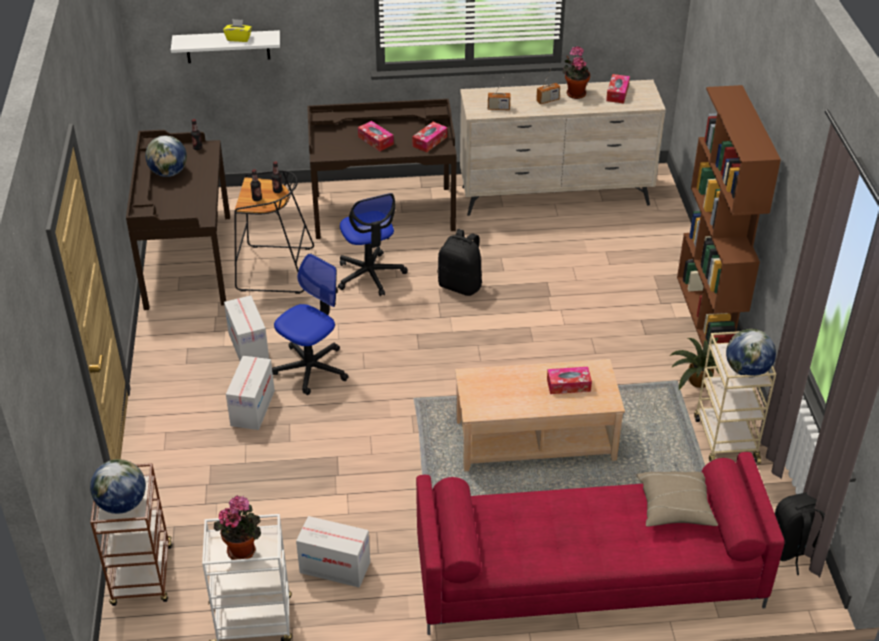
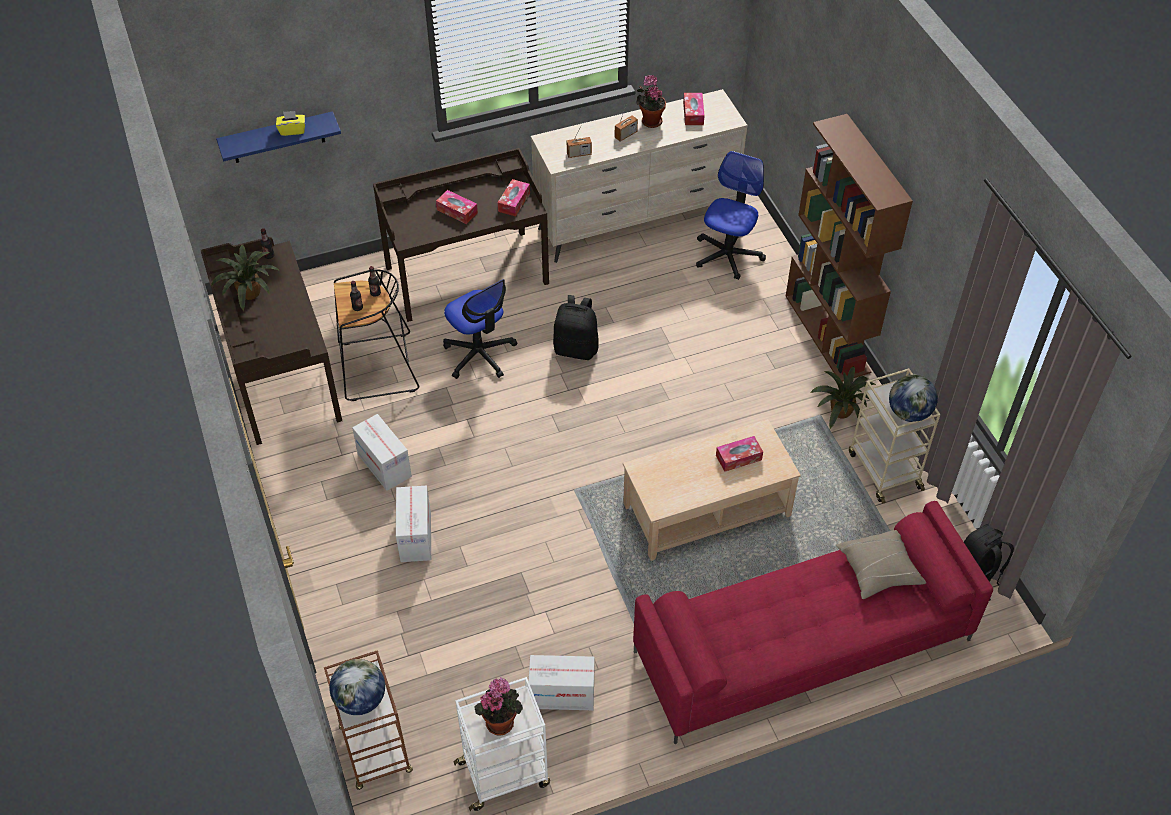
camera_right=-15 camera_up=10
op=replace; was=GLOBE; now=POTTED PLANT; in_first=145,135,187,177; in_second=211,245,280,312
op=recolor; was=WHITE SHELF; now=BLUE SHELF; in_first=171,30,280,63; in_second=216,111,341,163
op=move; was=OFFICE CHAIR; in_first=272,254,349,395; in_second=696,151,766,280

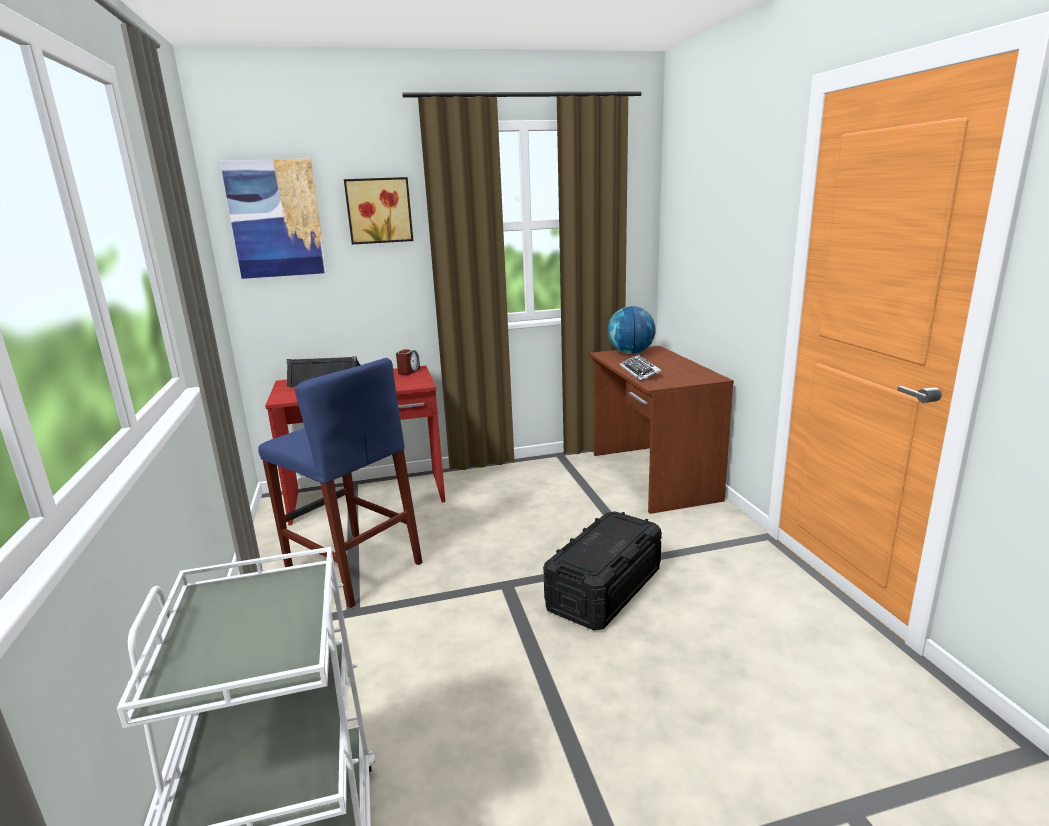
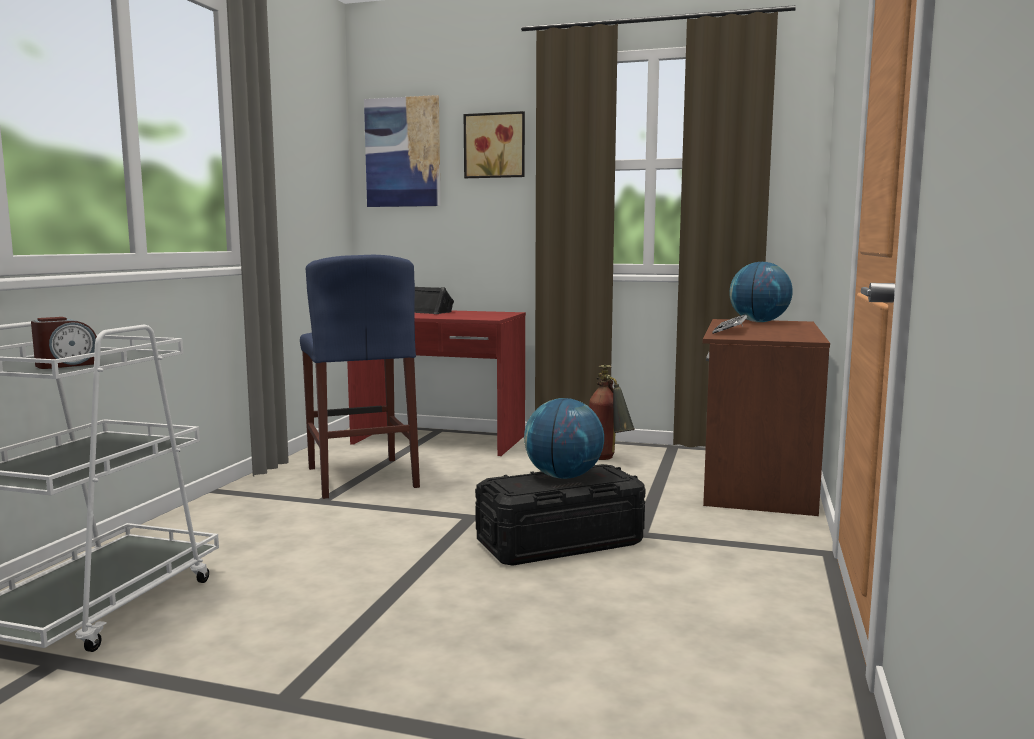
camera_right=30 camera_up=-10
op=move; was=ALARM CLOCK; in_first=396,350,420,375; in_second=31,317,97,369
op=insert; now=GLOBE; in_second=524,398,604,479
op=insert; now=FIRE EXTINGUISHER; in_second=589,364,635,460

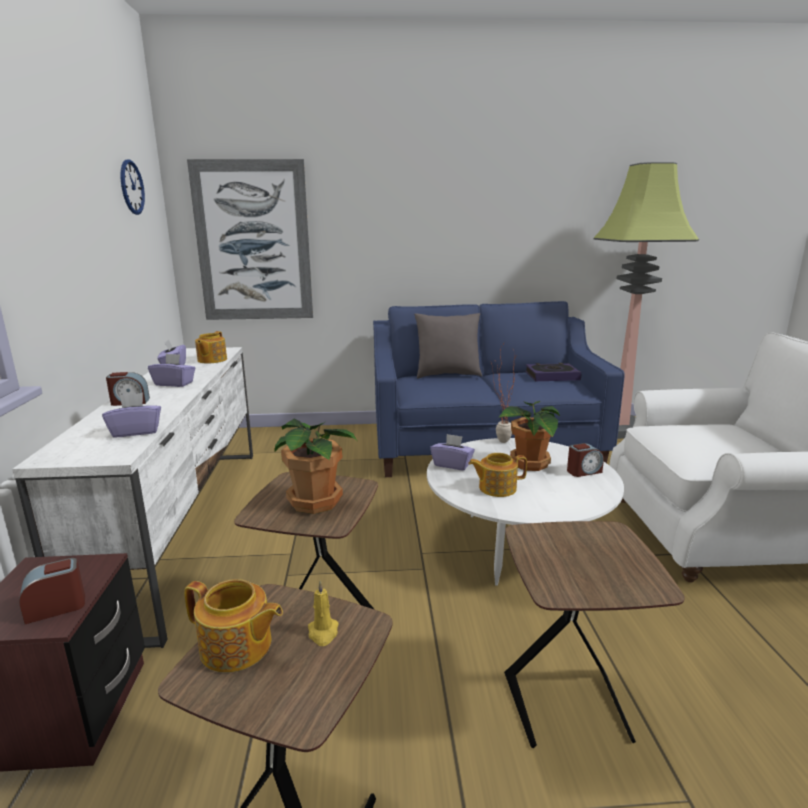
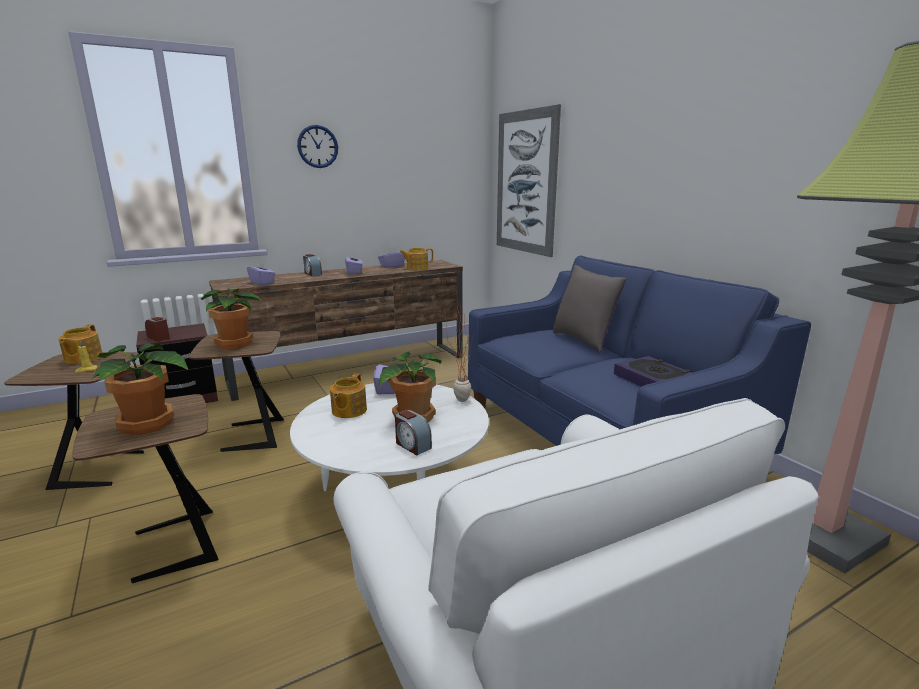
camera_right=65 camera_up=0
op=insert; now=POTTED PLANT; in_second=91,343,188,435
op=recolor; was=WHITE TV STAND; now=BROWN TV STAND; in_first=12,347,253,648; in_second=209,260,463,401
op=move; was=WALL CLOCK; in_first=120,159,145,215; in_second=297,125,338,168
op=rotate; was=TEAPOT; in_first=469,453,527,497; in_second=330,373,367,418; clockwise=-135

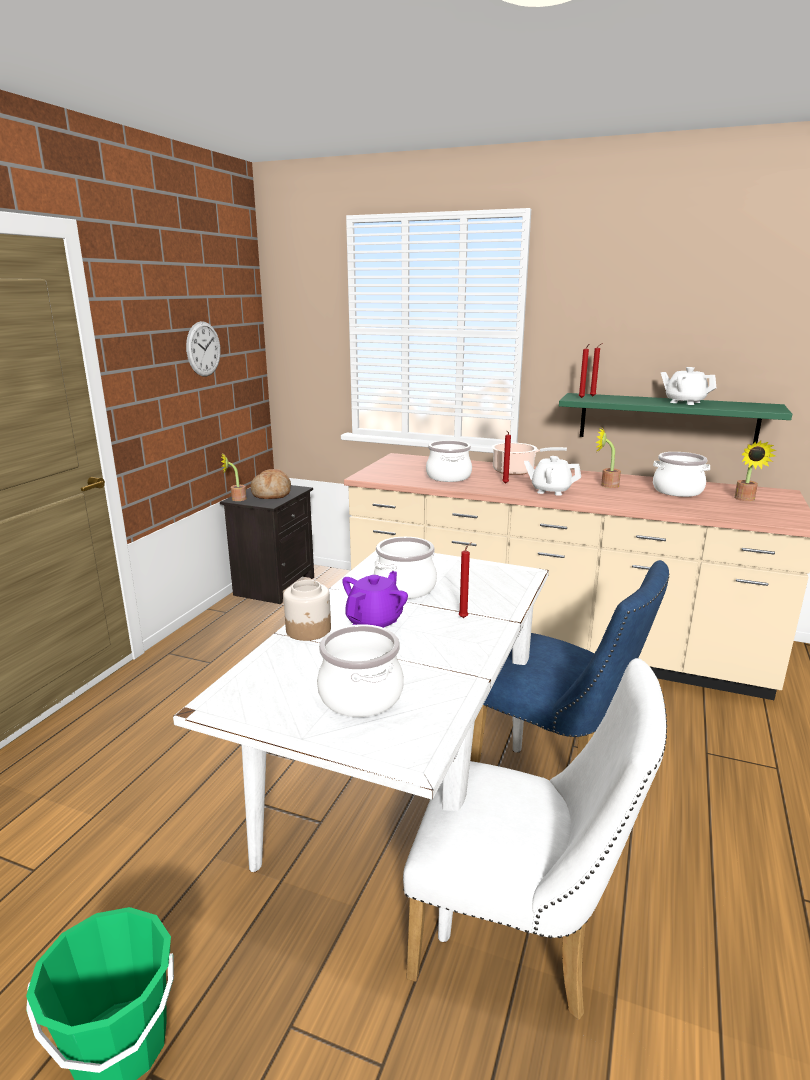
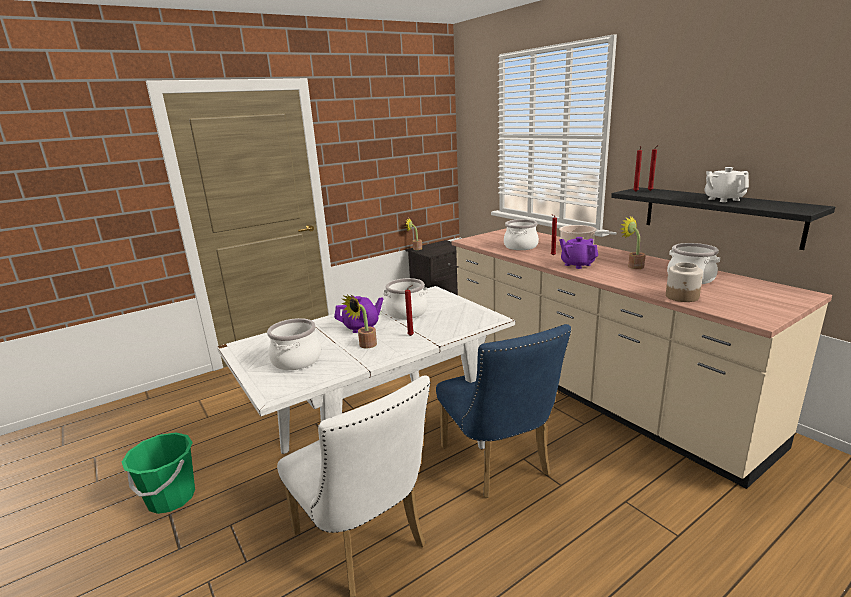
camera_right=35 camera_up=0
op=move; was=POTTED PLANT; in_first=734,441,776,501; in_second=342,294,377,349
op=recolor; was=WHITE TEAPOT; now=PURPLE TEAPOT; in_first=524,456,581,496; in_second=559,237,598,269
op=recolor; was=GREEN SHELF; now=BLACK SHELF; in_first=559,393,792,444; in_second=611,187,835,250
op=move; was=JAR; in_first=283,580,331,641; in_second=666,262,703,302
op=delete; was=WALL CLOCK; in_first=186,321,221,377
op=delete; was=BREAD; in_first=251,469,291,499

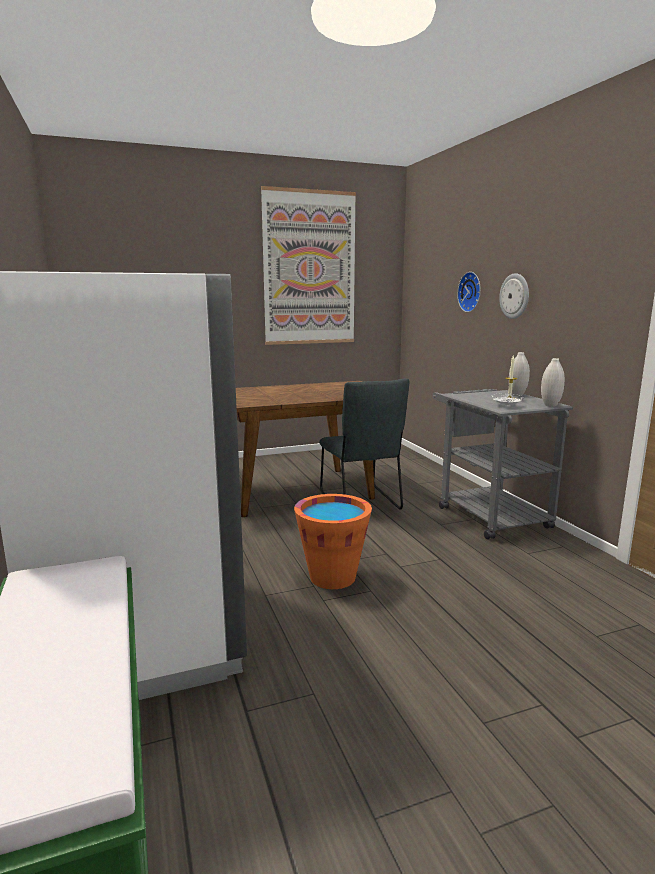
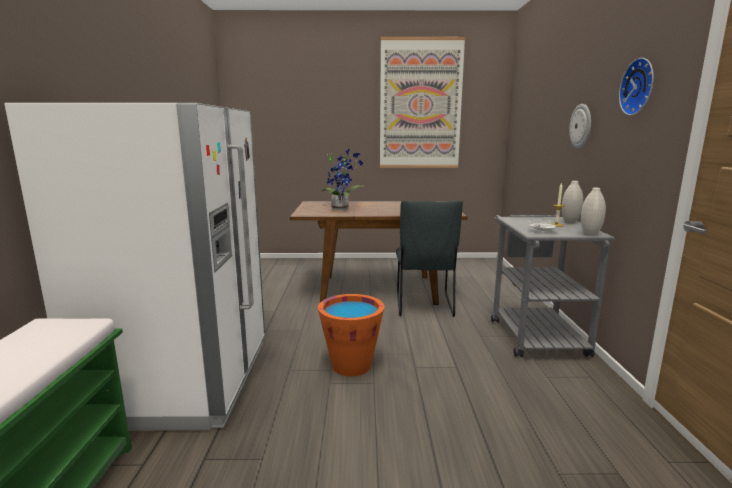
camera_right=20 camera_up=0
op=insert; now=POTTED PLANT; in_second=322,149,365,210
op=move; was=WALL CLOCK; in_first=457,272,481,312; in_second=619,58,654,116

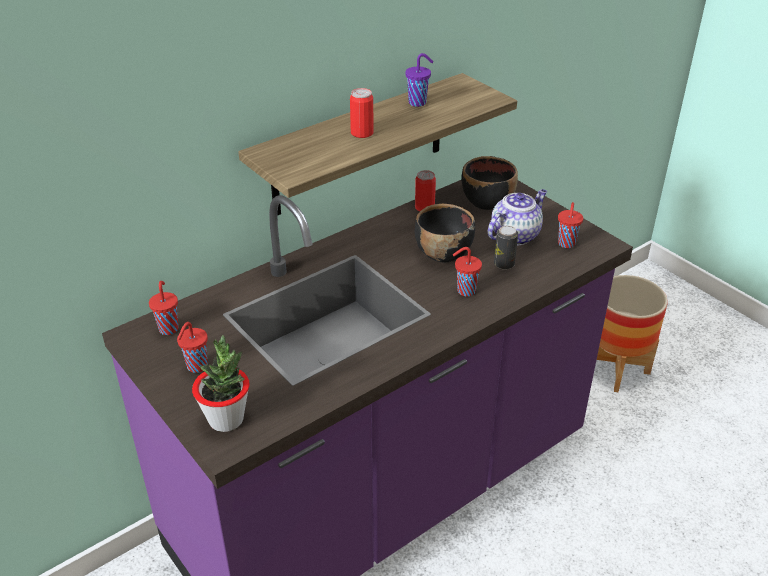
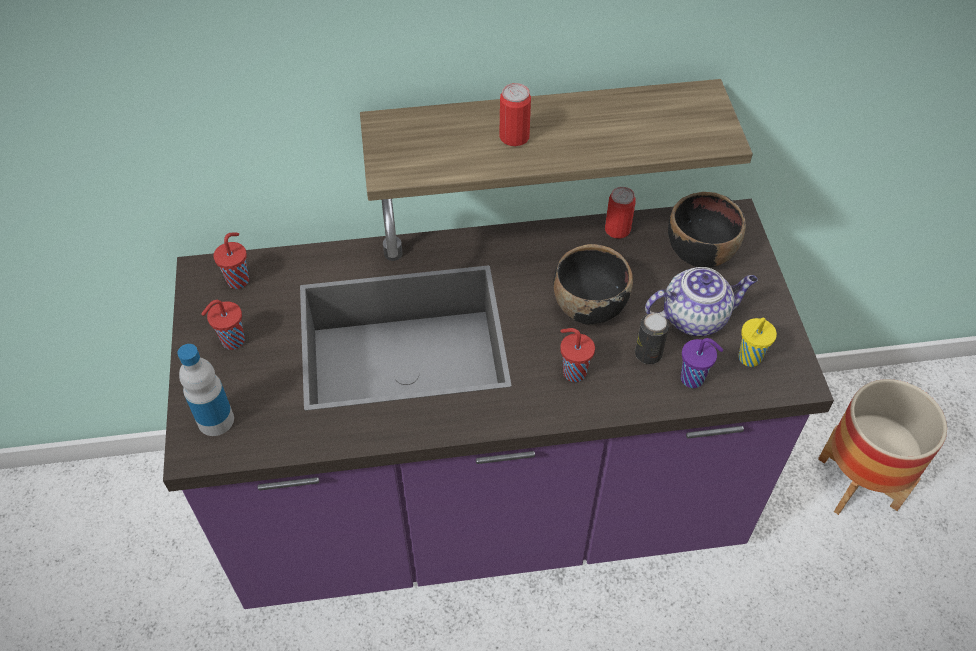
camera_right=30 camera_up=15
op=replace; was=POTTED PLANT; now=BOTTLE; in_first=192,335,250,432; in_second=178,344,234,436
op=move; was=PURPLE CUP; in_first=405,53,434,107; in_second=681,338,723,388
op=recolor; was=RED CUP; now=YELLOW CUP; in_first=558,202,583,248; in_second=738,317,777,367

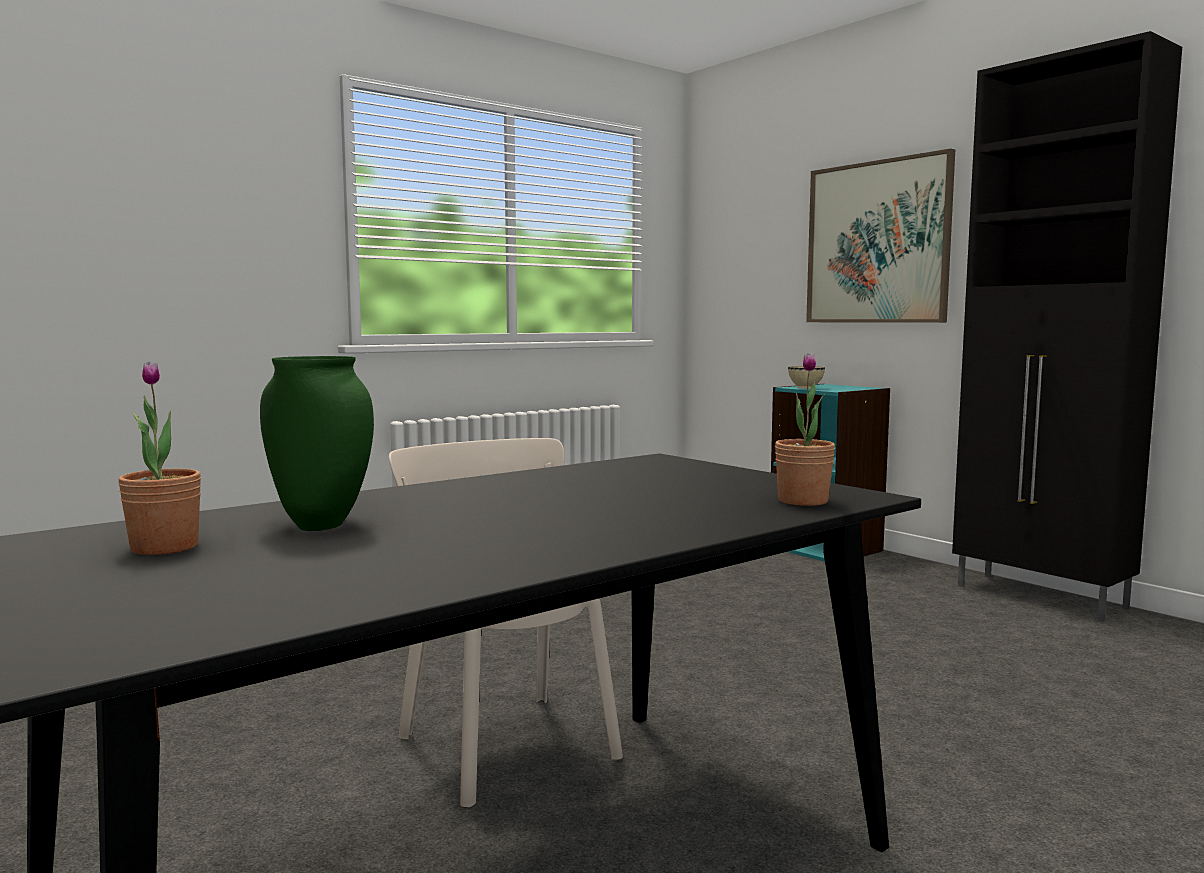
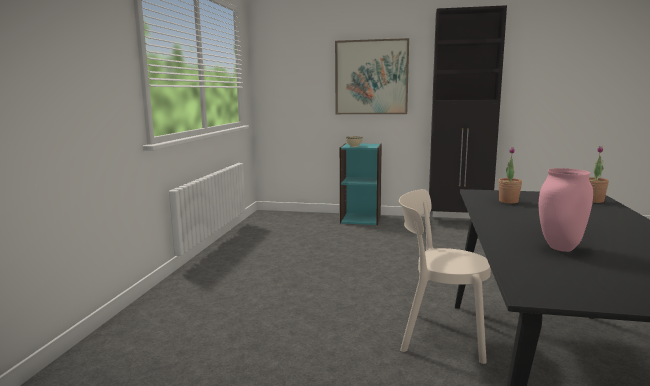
camera_right=-40 camera_up=5
op=move; was=POTTED PLANT; in_first=118,362,201,555; in_second=499,147,522,204
op=recolor; was=GREEN VASE; now=PINK VASE; in_first=260,356,374,531; in_second=539,168,593,252

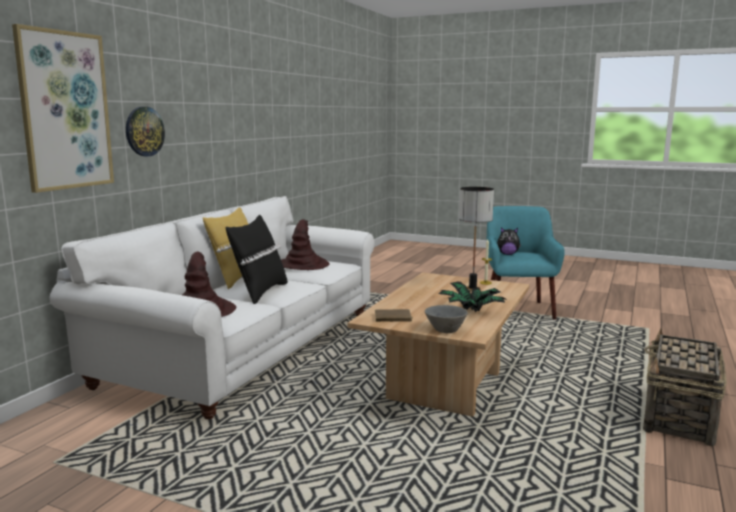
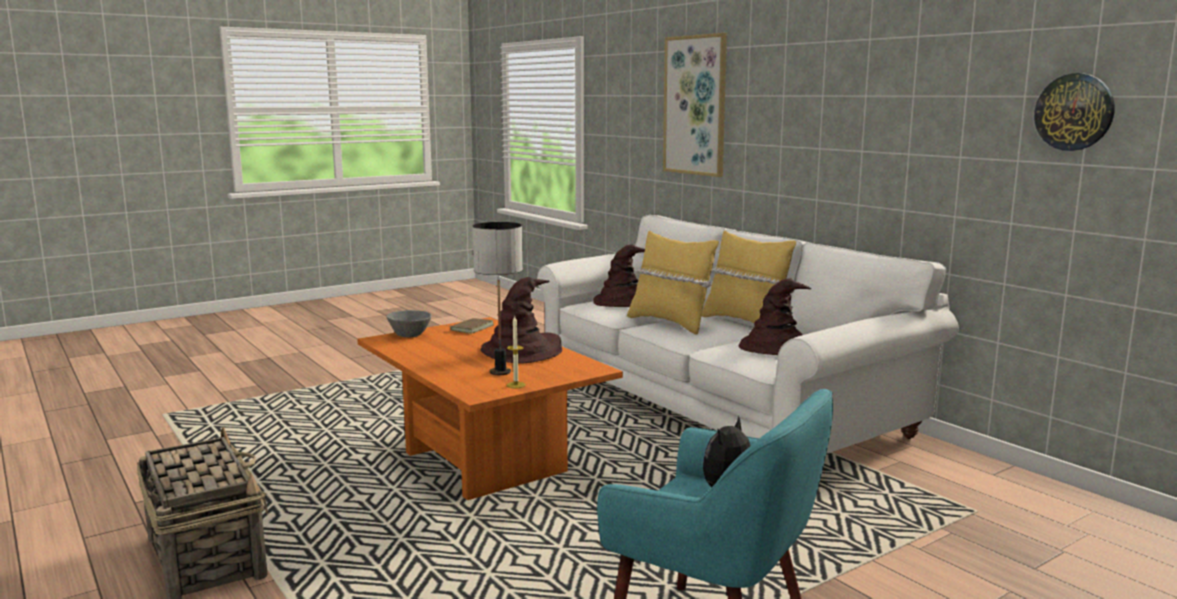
camera_right=120 camera_up=0
op=recolor; was=BEIGE COFFEE TABLE; now=ORANGE COFFEE TABLE; in_first=348,272,530,417; in_second=357,317,623,500
op=insert; now=BROWN HAT; in_second=481,277,562,364
op=recolor; was=BLACK PILLOW; now=YELLOW PILLOW; in_first=226,215,288,304; in_second=627,231,719,335
op=move; was=WALL CLOCK; in_first=126,107,165,156; in_second=1034,73,1115,151
op=delete; was=POTTED PLANT; in_first=439,282,507,312

